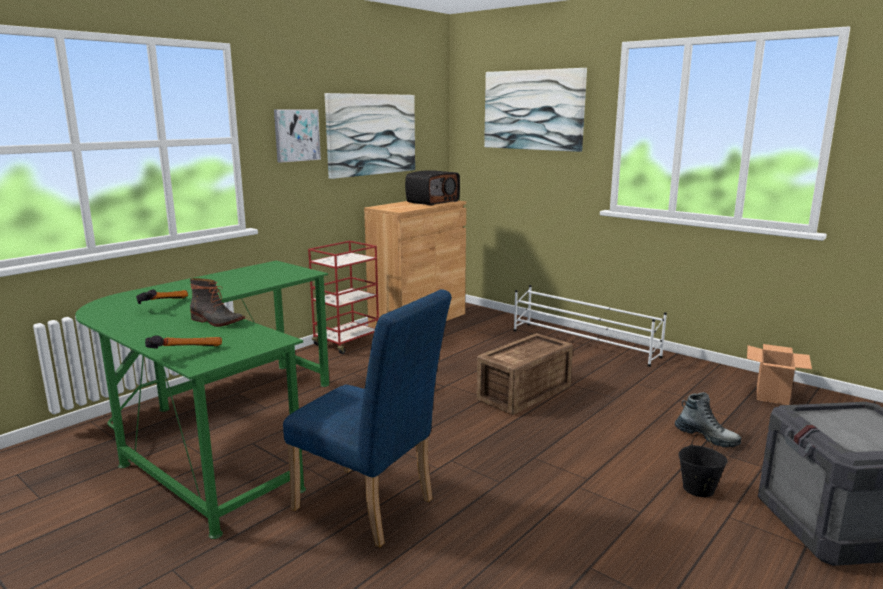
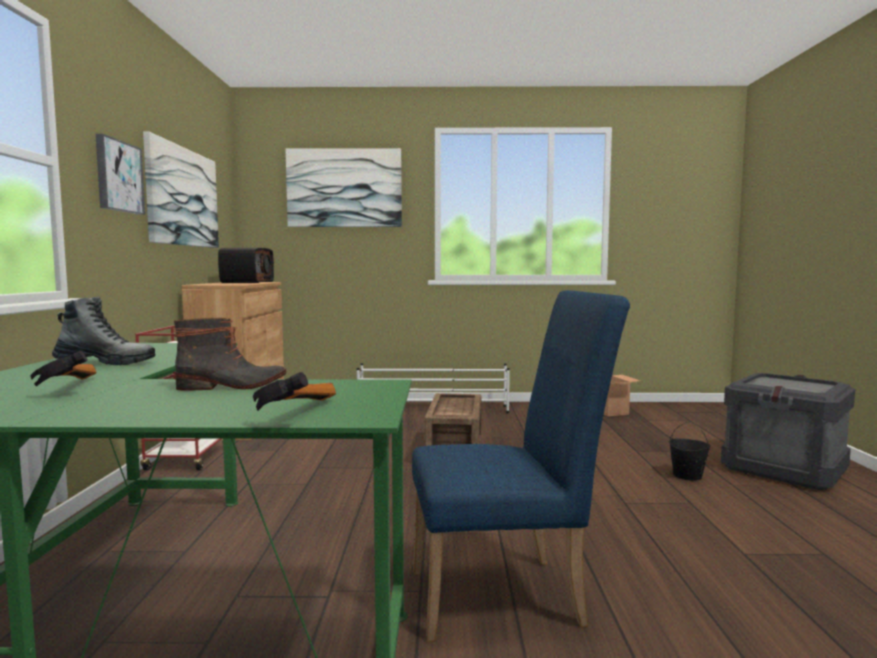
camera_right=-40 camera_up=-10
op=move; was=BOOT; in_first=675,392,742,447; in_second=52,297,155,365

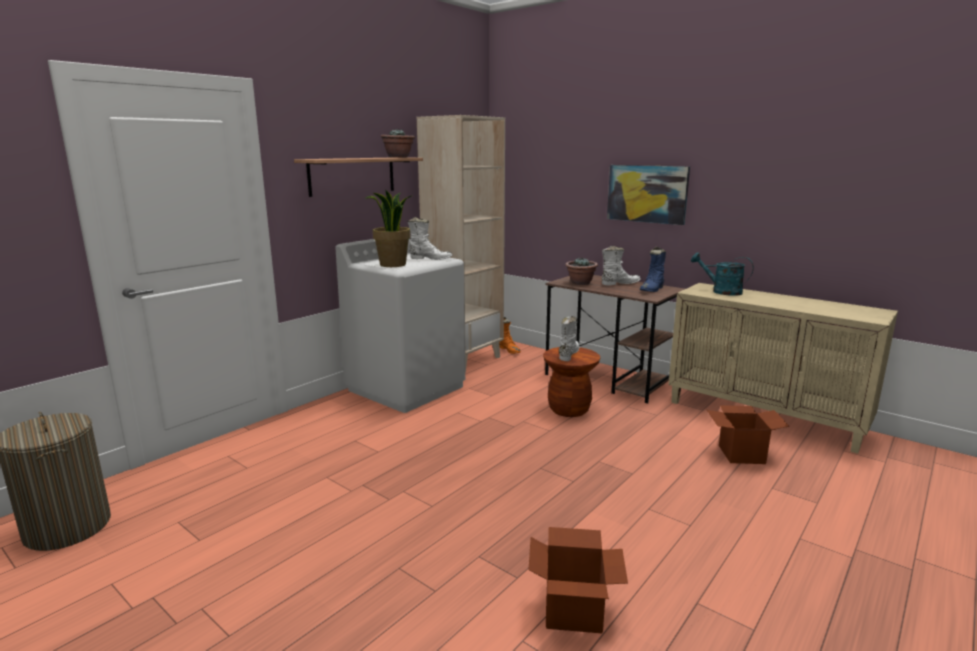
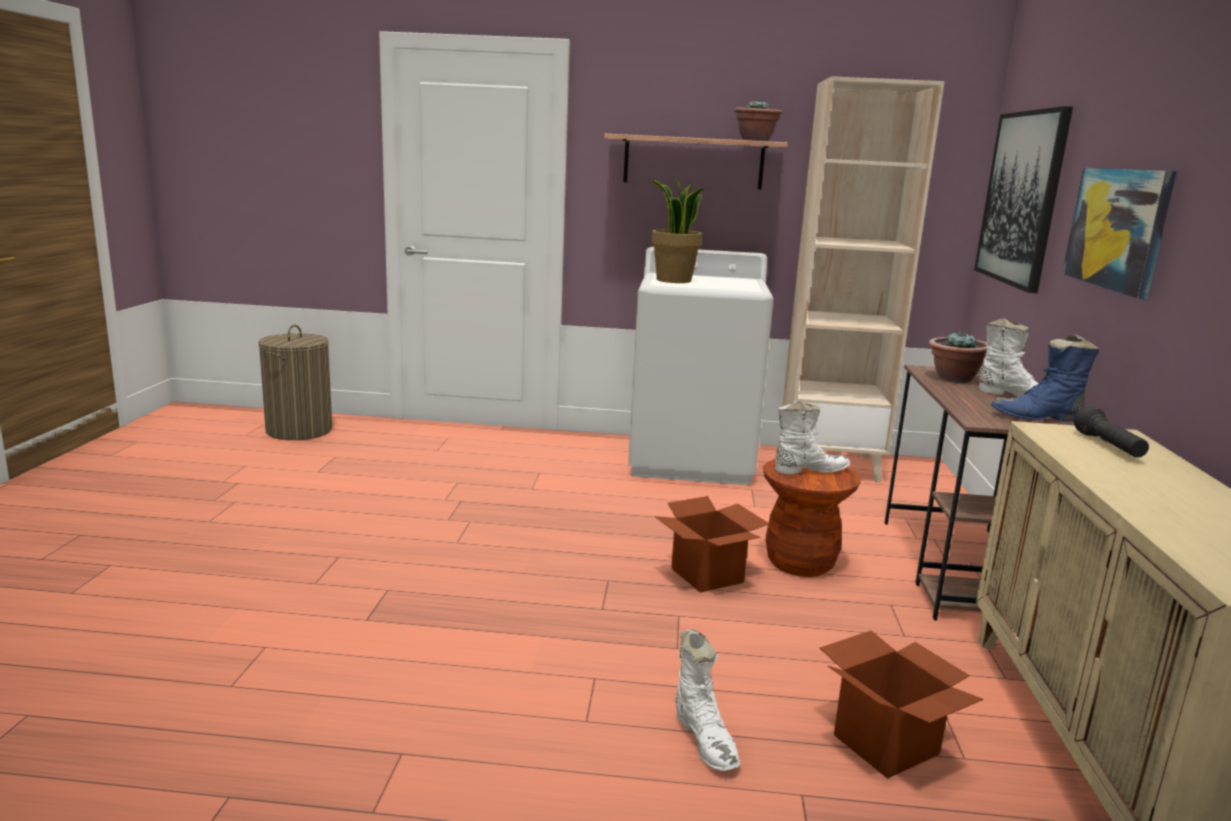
camera_right=55 camera_up=0
op=move; was=CARDBOARD BOX; in_first=528,527,628,633; in_second=654,496,770,593
op=move; was=WHITE BOOT; in_first=407,217,452,260; in_second=675,630,740,771
op=insert; now=PICTURE; in_second=974,106,1073,293
op=replace; was=TURQUOISE WATERING CAN; now=BLACK FLASHLIGHT; in_first=691,252,754,296; in_second=1074,406,1149,458
op=delete; was=ORANGE BOOT; in_first=499,317,521,354

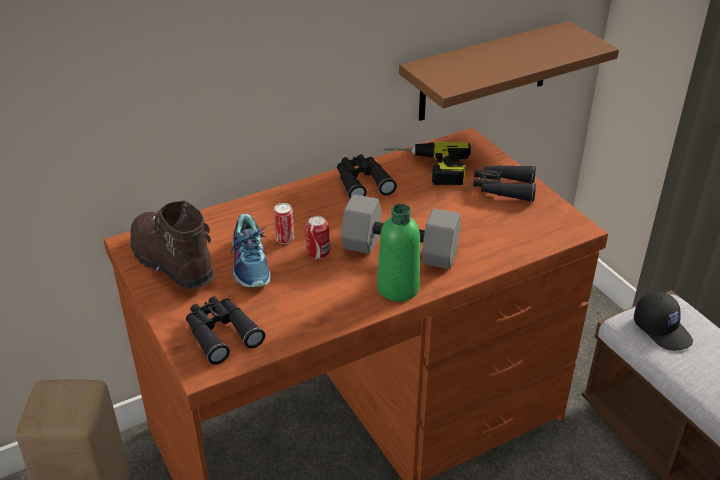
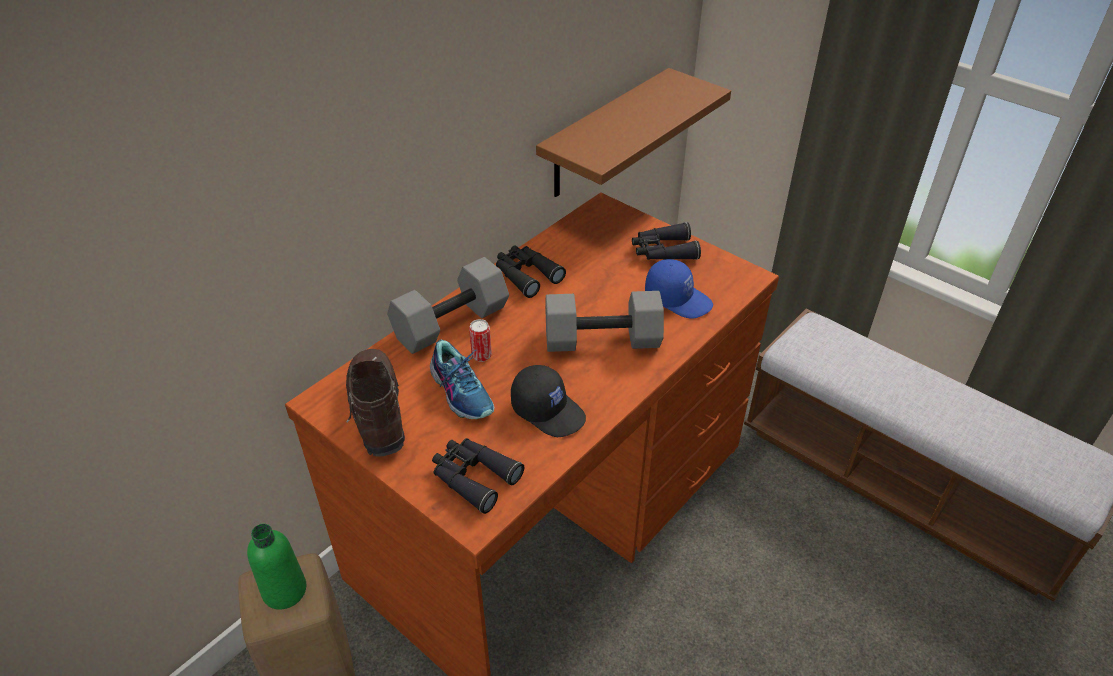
camera_right=-20 camera_up=5
op=move; was=GREEN BOTTLE; in_first=377,204,420,301; in_second=247,523,306,610
op=rotate; was=BROWN BOOT; in_first=130,200,214,289; in_second=346,349,405,457; clockwise=45
op=insert; now=GREY DUMBBELL; in_second=387,257,509,354
op=move; was=BLACK CAP; in_first=634,291,693,351; in_second=511,365,586,437
op=insert; now=BLUE CAP; in_second=645,259,713,319
op=delete; was=CAN; in_first=305,216,330,259
op=delete; was=POWER DRILL; in_first=384,142,471,185

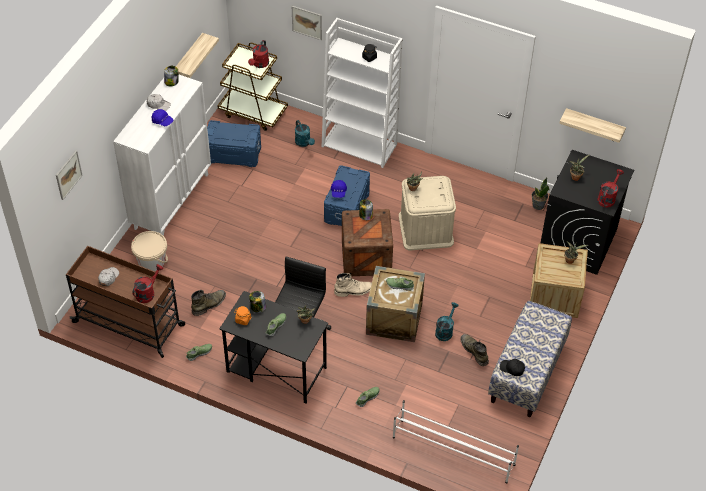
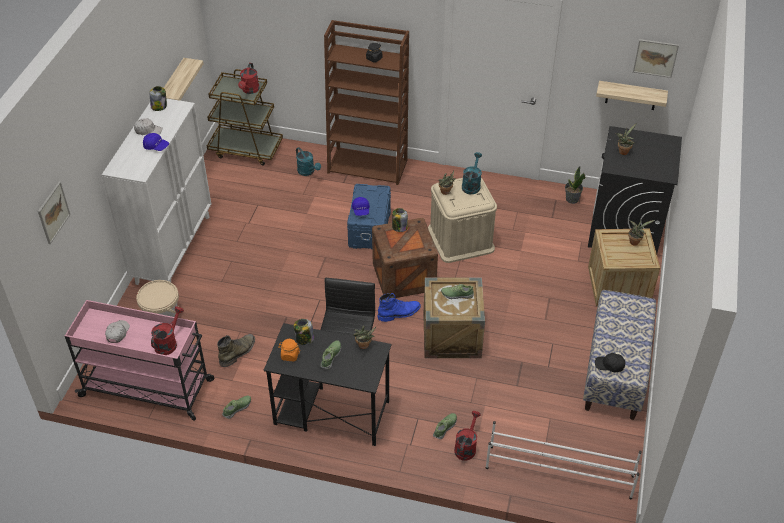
camera_right=-10 camera_up=-5
op=recolor; was=BROWN CART; now=PINK CART; in_first=66,246,185,358; in_second=65,300,214,421
op=recolor; was=WHITE BOOKCASE; now=BROWN BOOKCASE; in_first=322,18,403,168; in_second=324,20,409,185
op=recolor; was=BEIGE BOOT; now=BLUE BOOT; in_first=334,273,372,297; in_second=378,293,421,322
op=move; was=RED WATERING CAN; in_first=597,169,624,207; in_second=454,411,481,460
op=move; was=TURQUOISE WATERING CAN; in_first=435,302,459,341; in_second=462,152,482,194
op=move; was=PICTURE; in_first=292,6,322,40; in_second=633,39,679,78
op=delete; was=BLUE STORAGE BOX; in_first=207,120,261,167
op=delete; was=GREEN BOOT; in_first=460,334,489,366

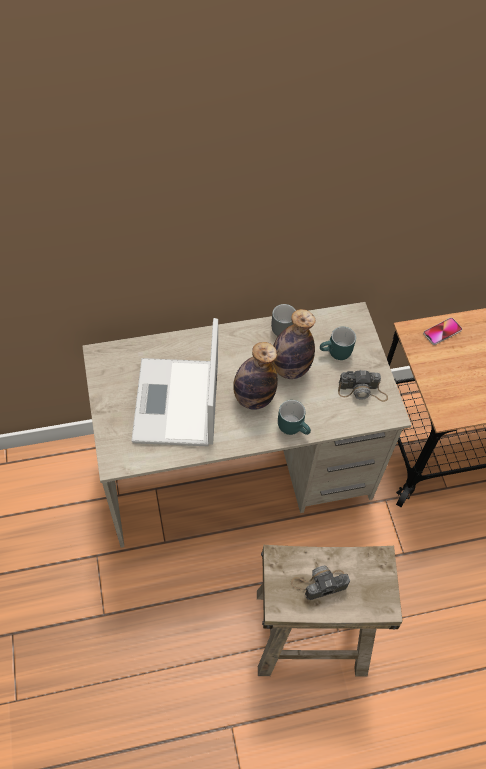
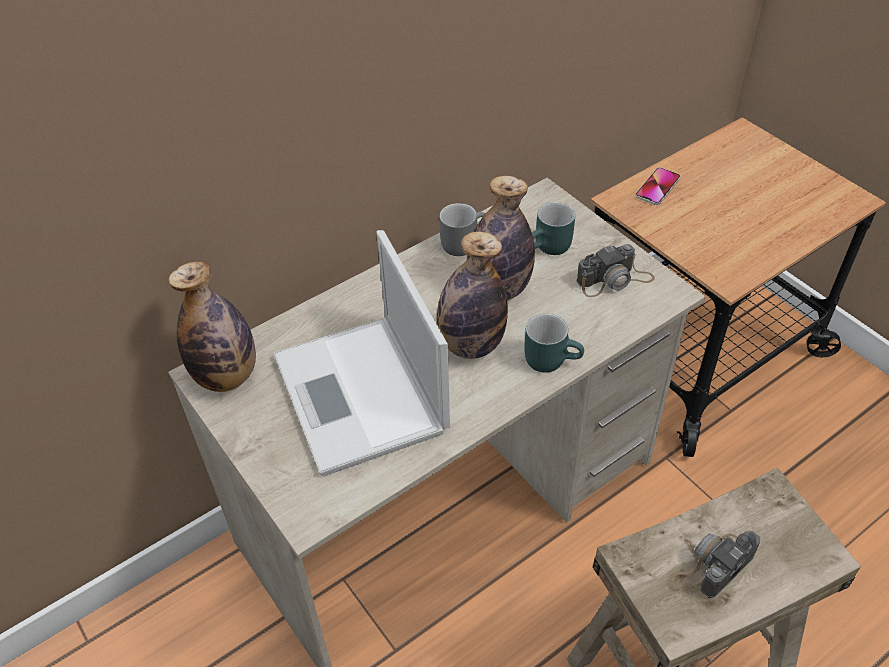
camera_right=-20 camera_up=-10
op=insert; now=BOTTLE; in_second=168,261,256,392

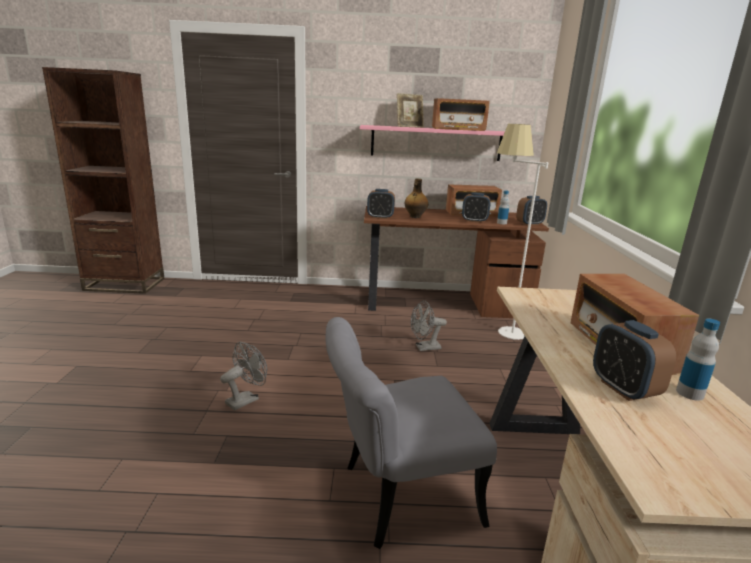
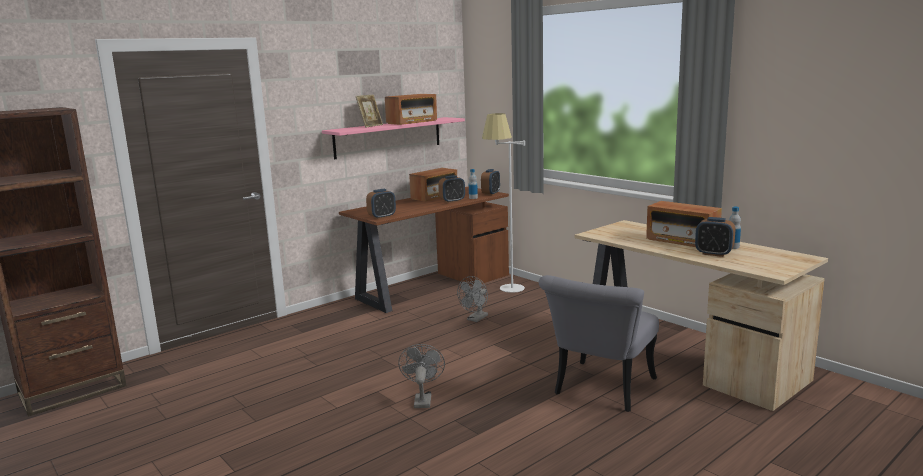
camera_right=-40 camera_up=-5
op=delete; was=BOTTLE; in_first=405,178,428,218

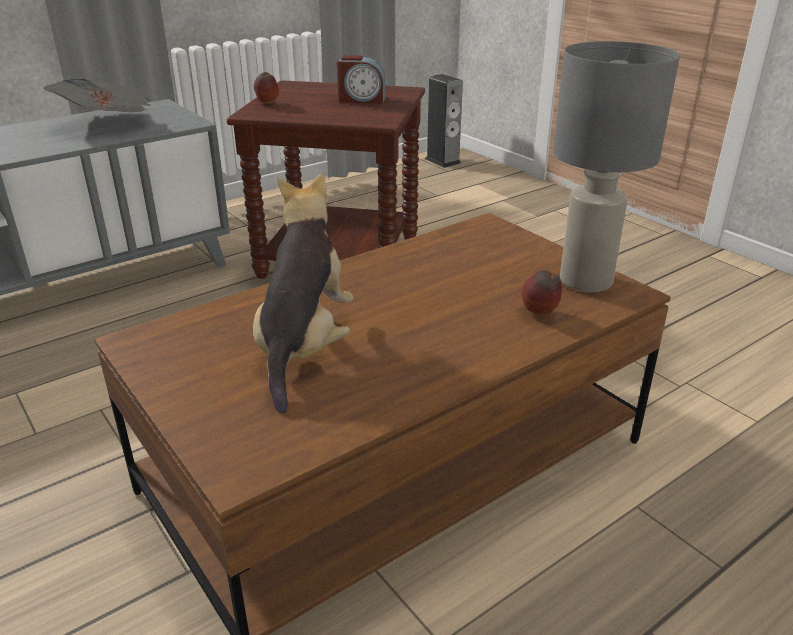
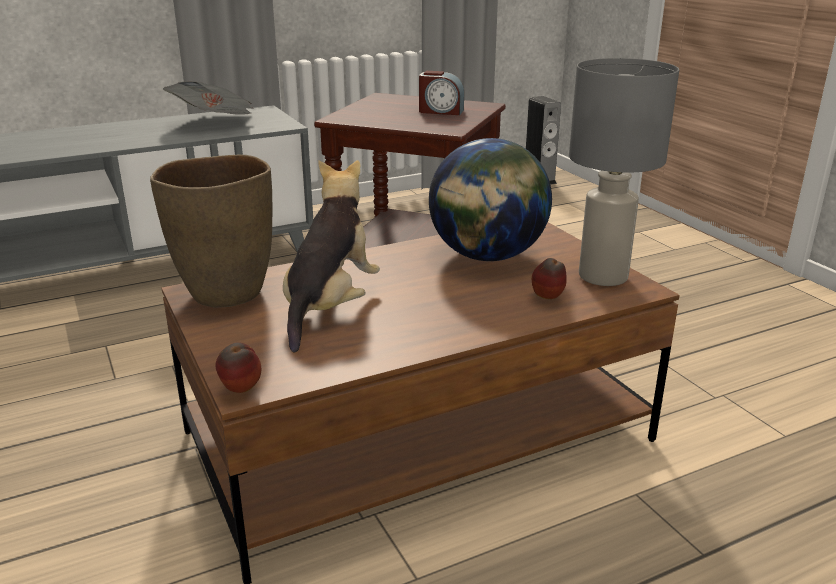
camera_right=10 camera_up=-5
op=insert; now=BROWN VASE; in_second=150,155,273,307
op=move; was=APPLE; in_first=254,72,279,104; in_second=216,342,261,393
op=insert; now=GLOBE; in_second=429,138,552,261

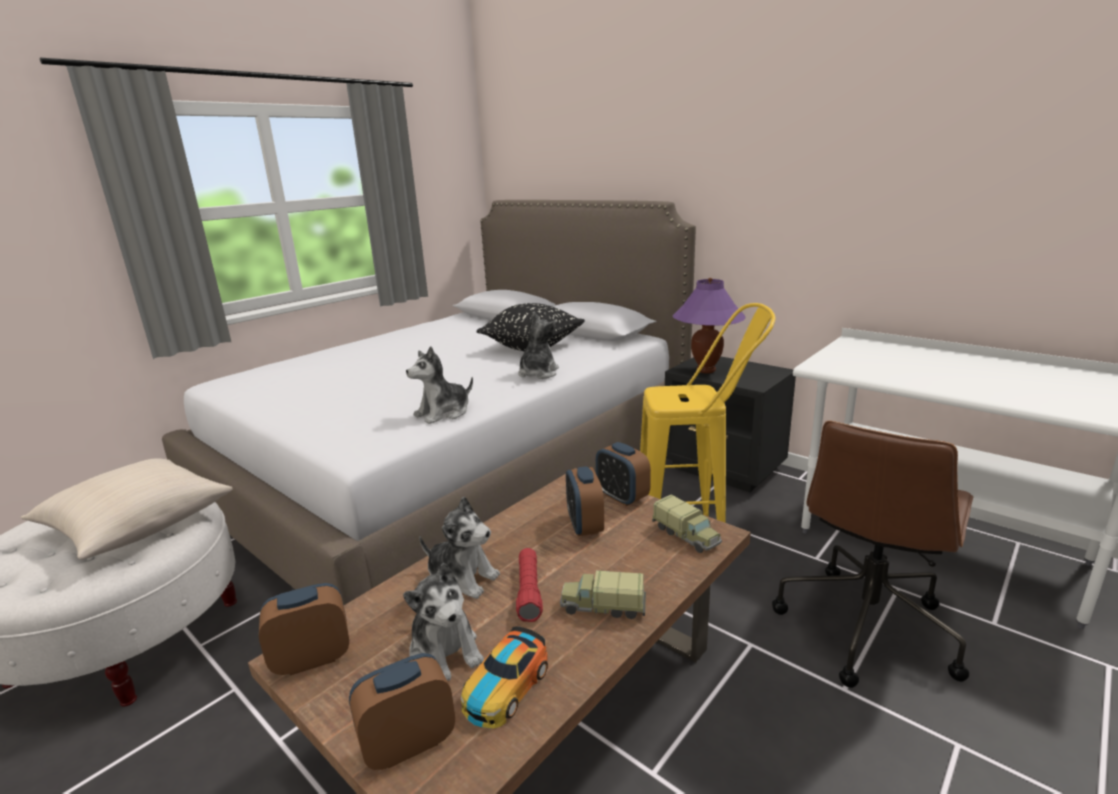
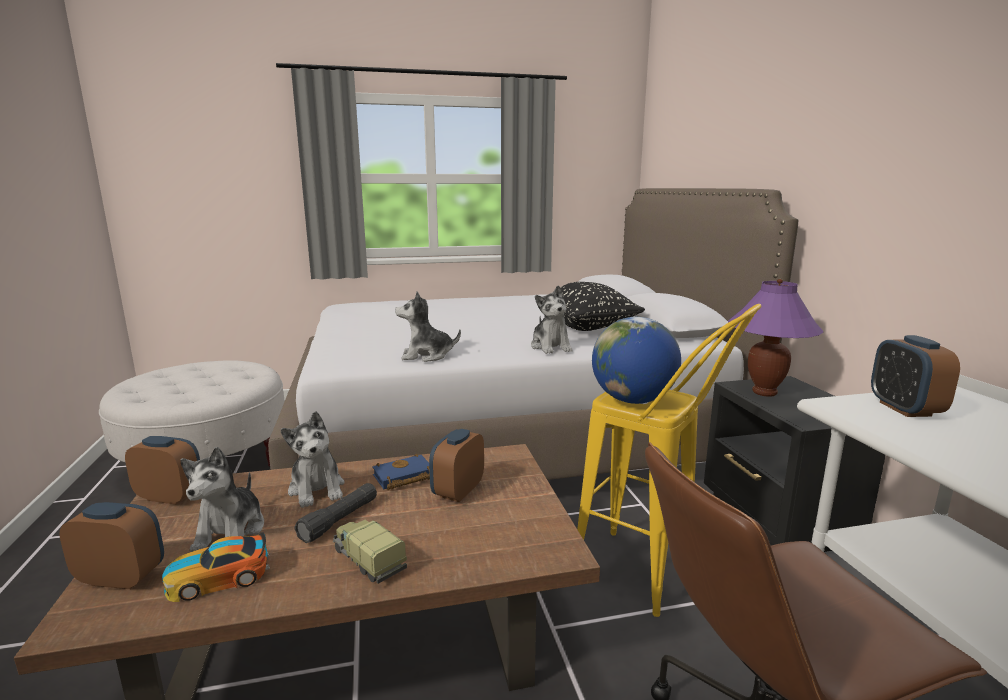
camera_right=35 camera_up=-5
op=recolor; was=RED FLASHLIGHT; now=BLACK FLASHLIGHT; in_first=516,548,543,622; in_second=294,483,377,543
op=insert; now=BLUE BOOK; in_second=372,453,430,490
op=rotate; was=PLUSH TOY; in_first=518,312,559,379; in_second=531,285,573,354; clockwise=105
op=insert; now=GLOBE; in_second=592,317,681,404
op=move; was=ALARM CLOCK; in_first=596,442,651,506; in_second=871,335,960,417
op=delete; was=BEIGE PILLOW; in_first=21,458,233,560
op=delete; was=TOY TRUCK; in_first=652,495,722,553

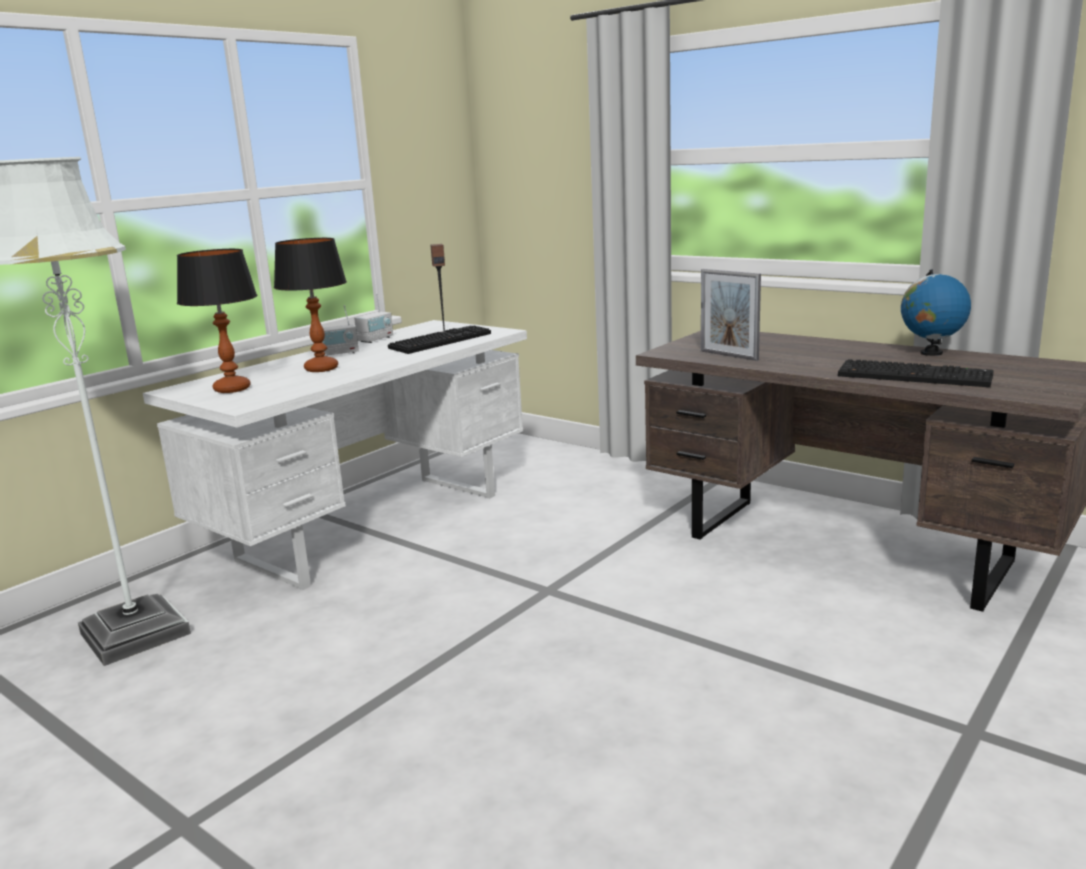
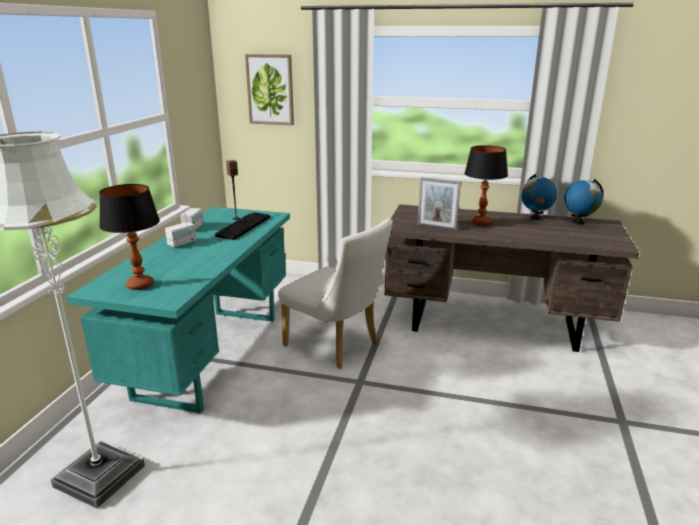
camera_right=-25 camera_up=5
op=recolor; was=WHITE DESK; now=TURQUOISE DESK; in_first=143,320,527,590; in_second=66,207,290,414
op=insert; now=PICTURE; in_second=245,54,294,125
op=insert; now=WHITE CHAIR; in_second=278,218,393,369
op=move; was=TABLE LAMP; in_first=274,238,347,372; in_second=464,145,508,226
op=insert; now=GLOBE; in_second=564,179,603,225
op=delete; was=KEYBOARD; in_first=838,359,994,387

